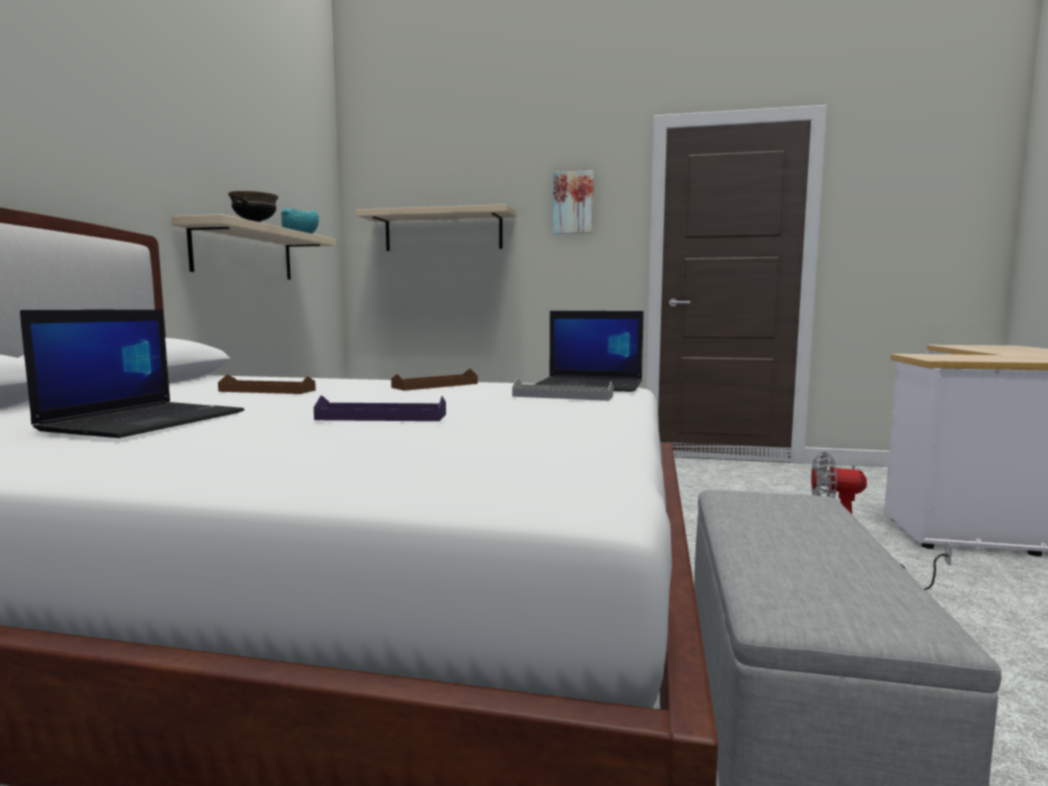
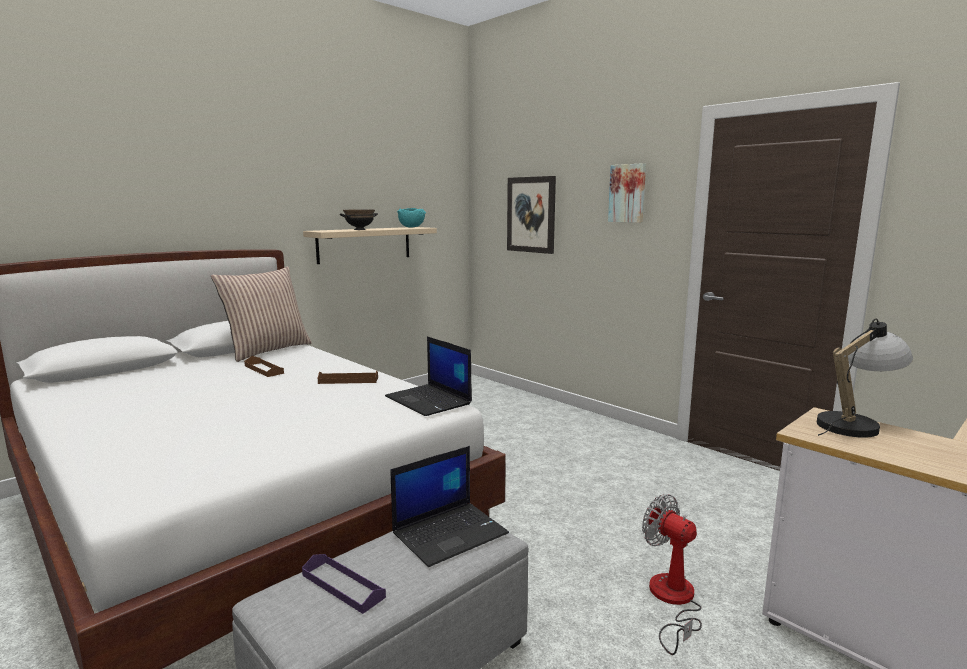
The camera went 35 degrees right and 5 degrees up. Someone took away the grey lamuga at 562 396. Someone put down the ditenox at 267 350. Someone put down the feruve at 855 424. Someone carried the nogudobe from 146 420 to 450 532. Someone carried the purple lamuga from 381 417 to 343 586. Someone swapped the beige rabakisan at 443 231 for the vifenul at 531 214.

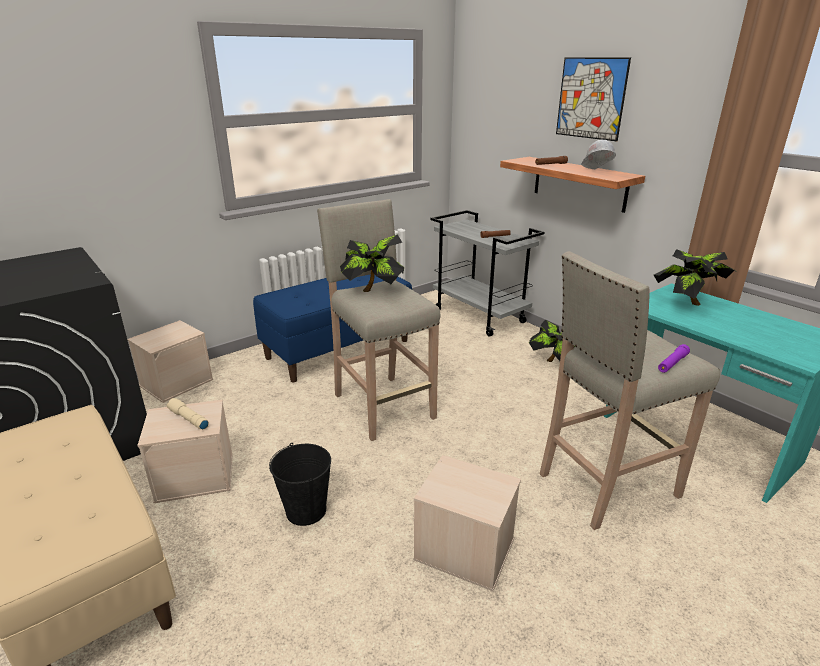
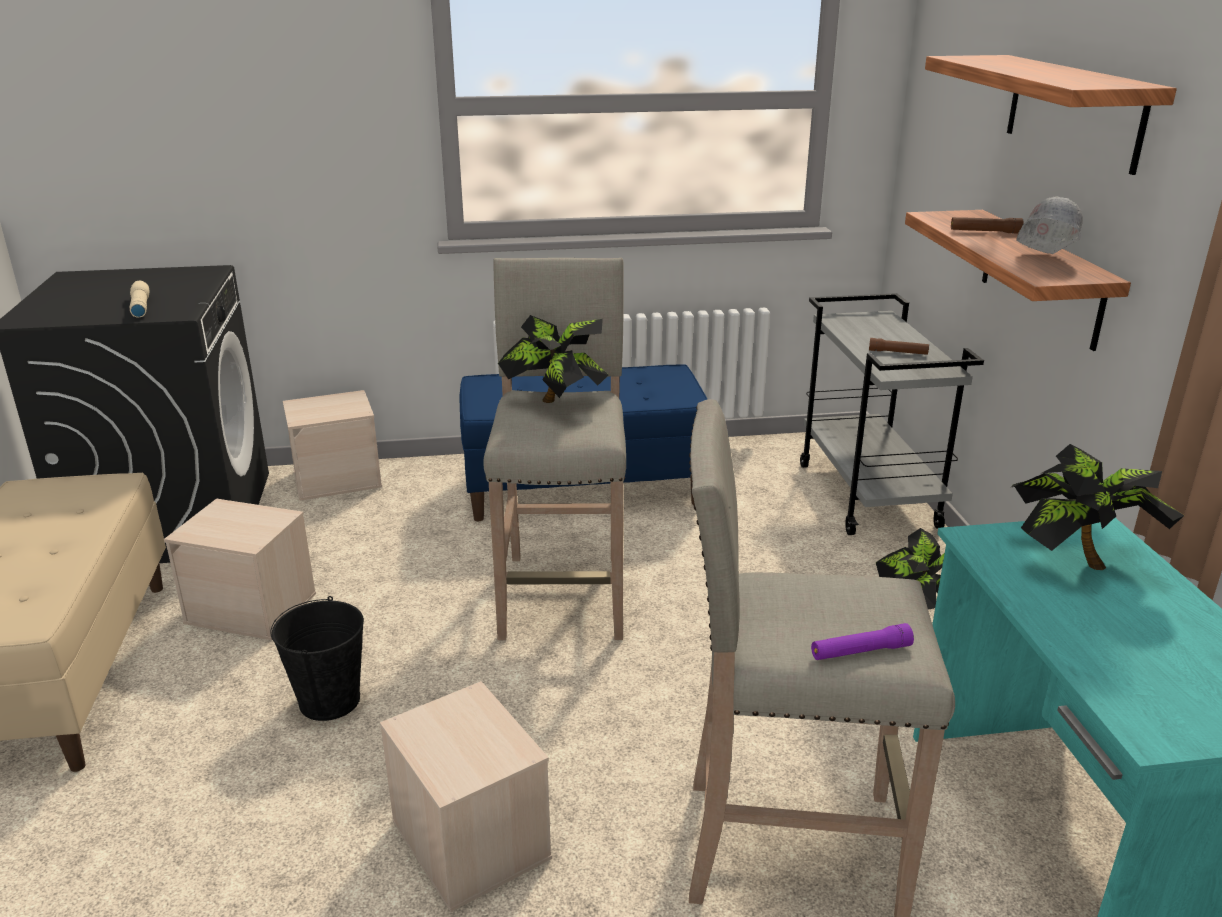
The camera went 30 degrees right and 0 degrees up. Someone carried the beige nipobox from 188 419 to 140 307. Someone swapped the vifenul at 591 98 for the rabakisan at 1073 111.

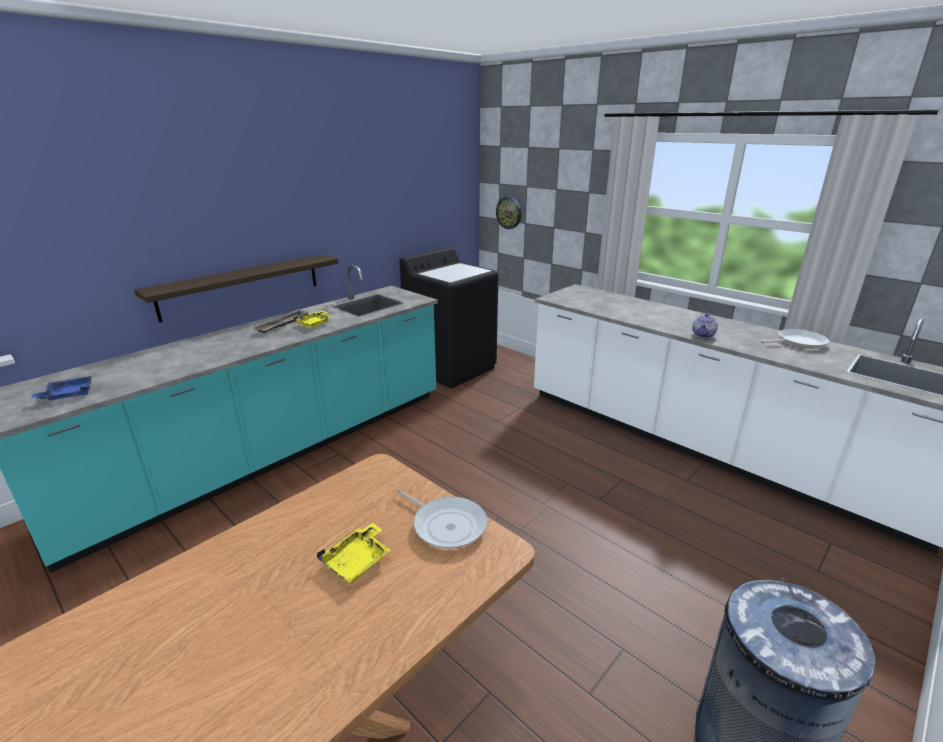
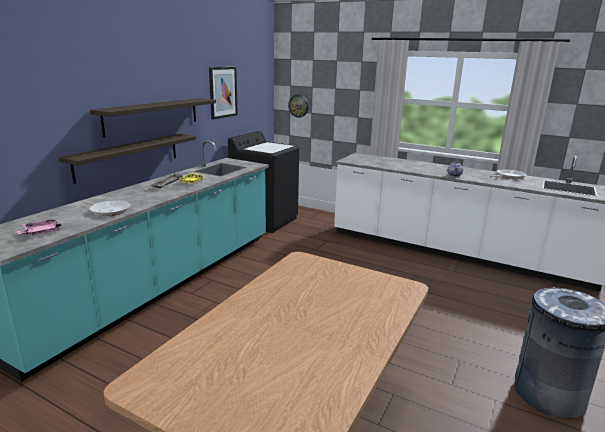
The camera went 15 degrees left and 5 degrees down. Someone took away the yellow lamuga at 357 561. Someone put up the rabakisan at 153 115. Someone put up the vifenul at 223 92. Someone carried the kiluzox from 446 525 to 109 210. Someone repainted the blue lamuga at 68 394, which became the pink lamuga at 41 232.

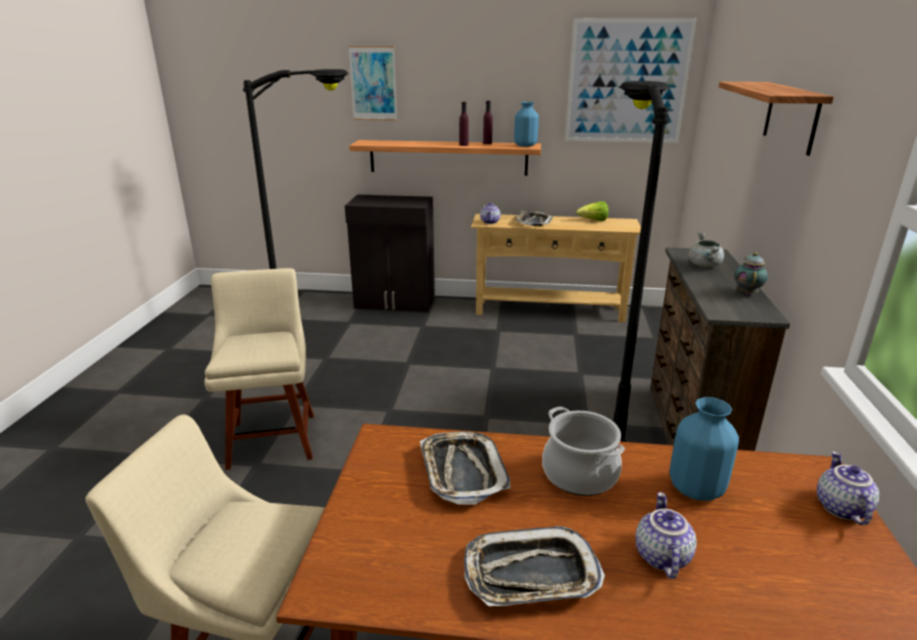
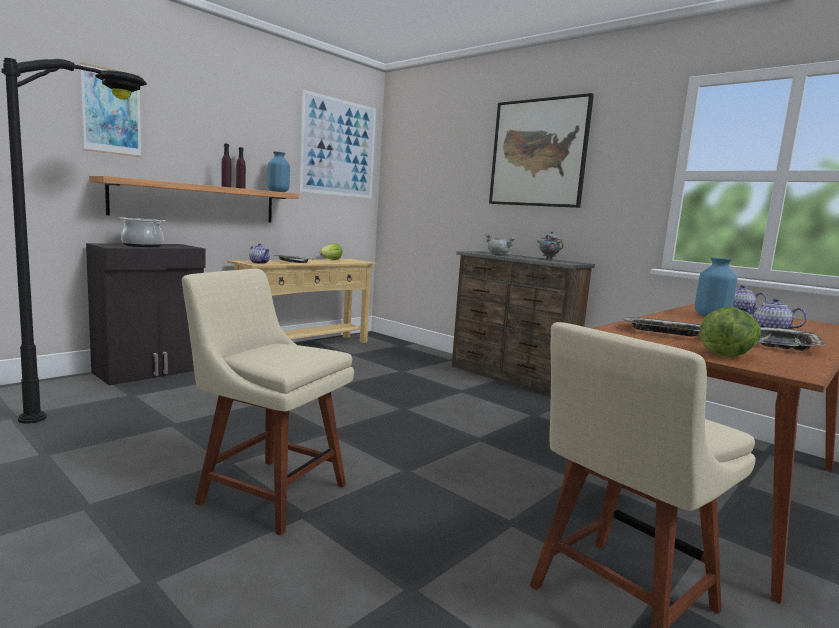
The camera went 55 degrees left and 15 degrees down. Someone took away the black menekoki at 609 408. Someone put down the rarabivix at 727 354. Someone carried the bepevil from 580 474 to 143 245. Someone swapped the rabakisan at 791 116 for the vifenul at 538 153.

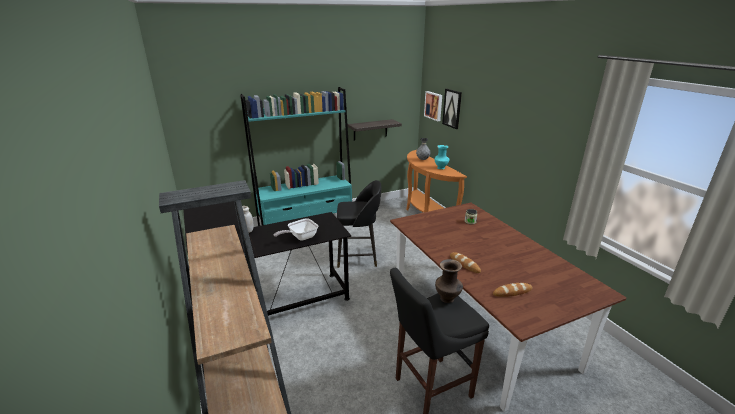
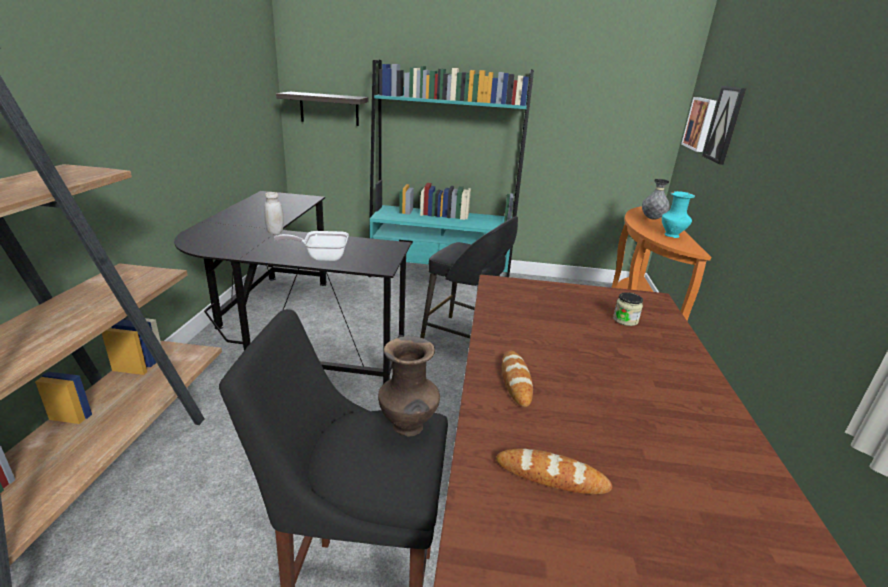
The camera went 30 degrees right and 0 degrees up. Someone carried the rabakisan from 370 130 to 329 109.

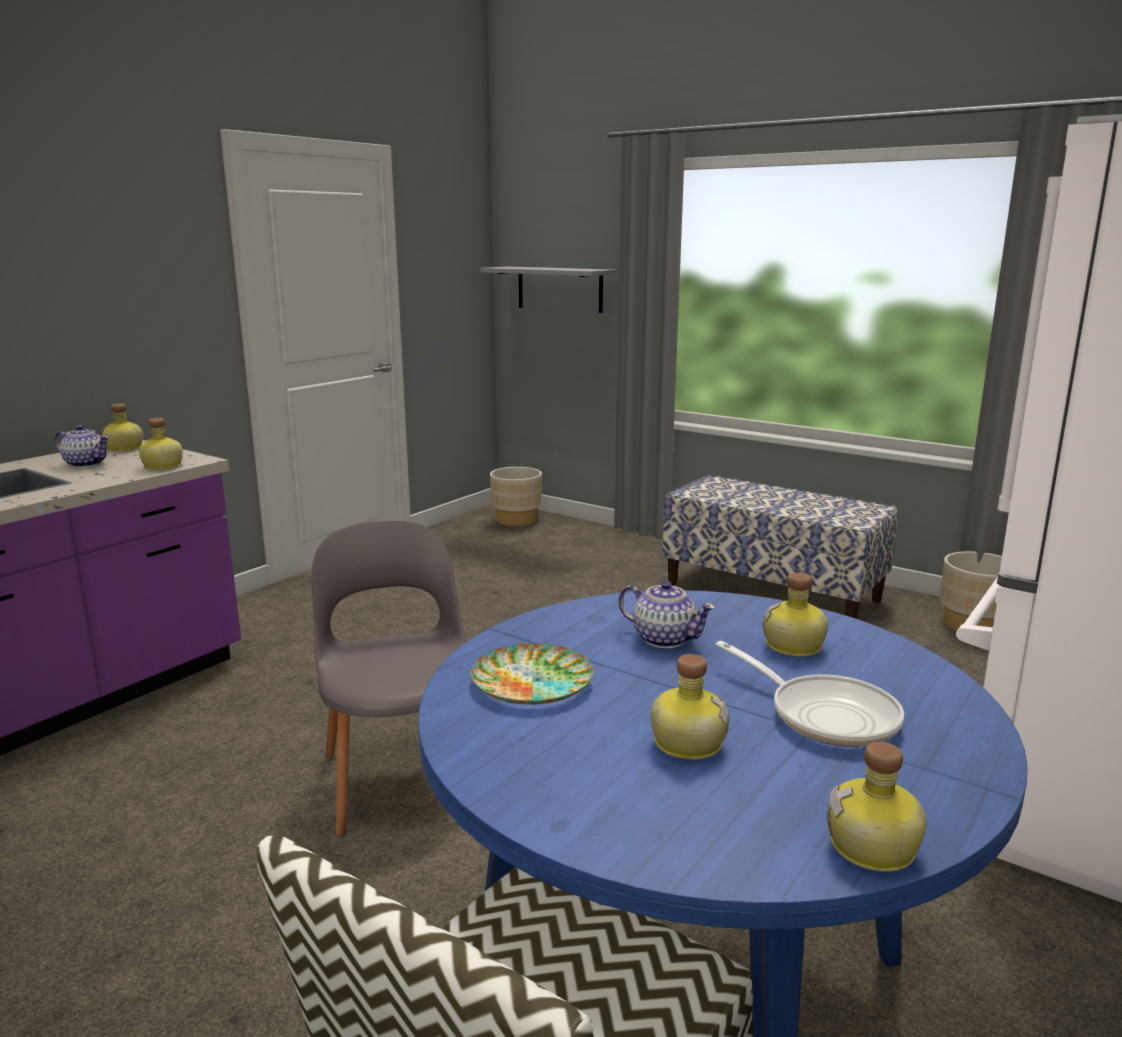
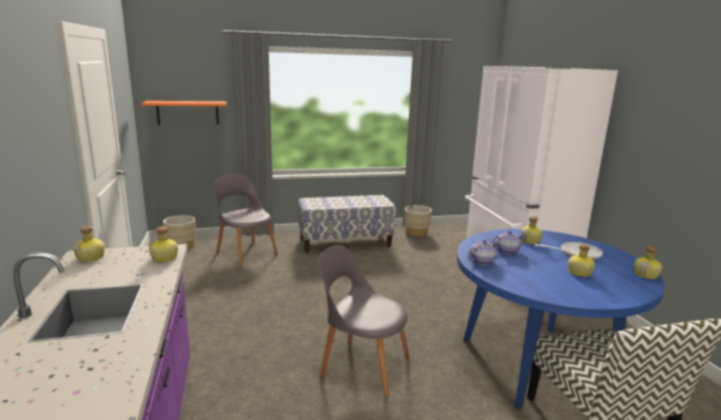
The camera went 50 degrees left and 0 degrees up. Someone took away the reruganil at 533 681. Someone put down the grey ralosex at 246 253. Someone carried the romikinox from 86 464 to 481 261. Someone repainted the grey rabakisan at 559 289, which became the orange rabakisan at 188 112.

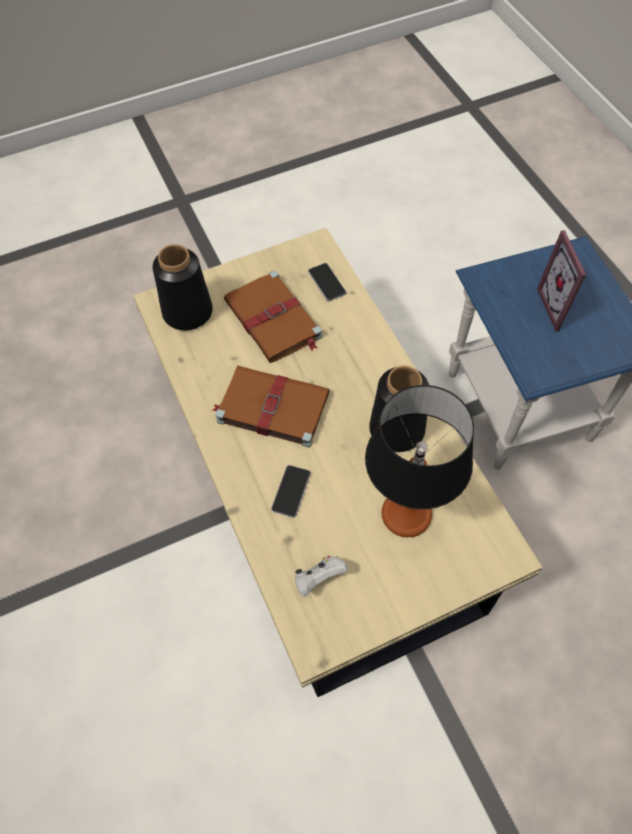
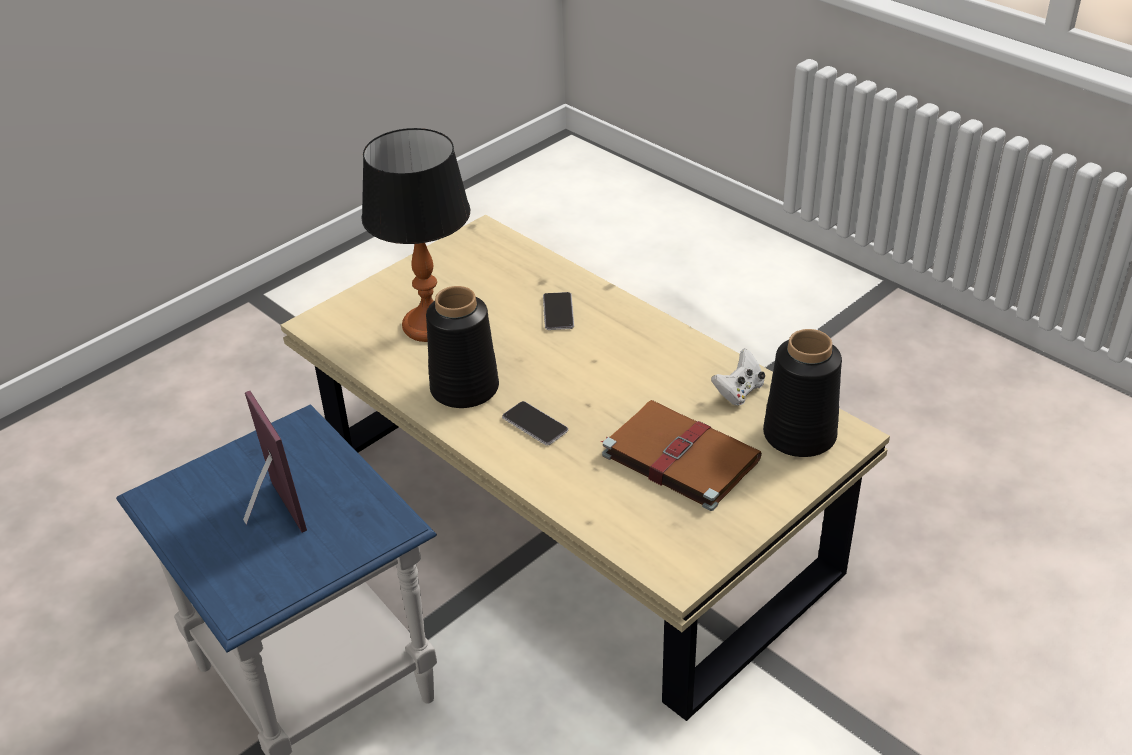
The camera went 160 degrees right and 20 degrees down. Someone took away the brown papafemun at 271 407. Someone carried the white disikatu from 319 579 to 739 392. Someone carried the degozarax from 326 283 to 535 424.

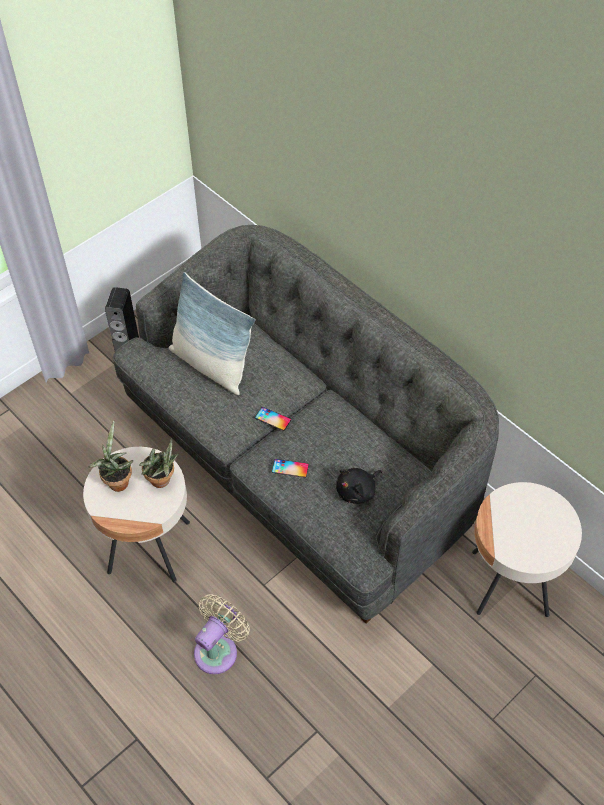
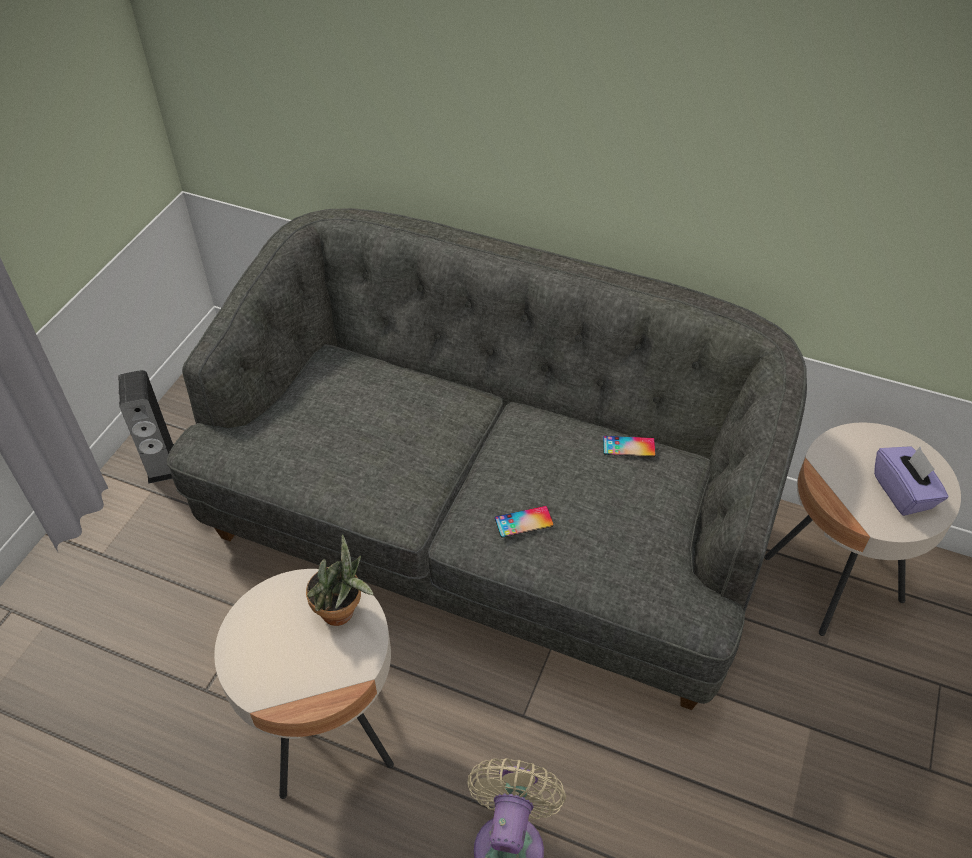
The camera went 25 degrees left and 5 degrees down. Someone took away the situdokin at 117 481. Someone took away the ditenox at 211 365. Someone took away the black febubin at 357 491. Someone put down the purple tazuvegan at 903 492. Someone carried the degozarax from 273 419 to 628 446.

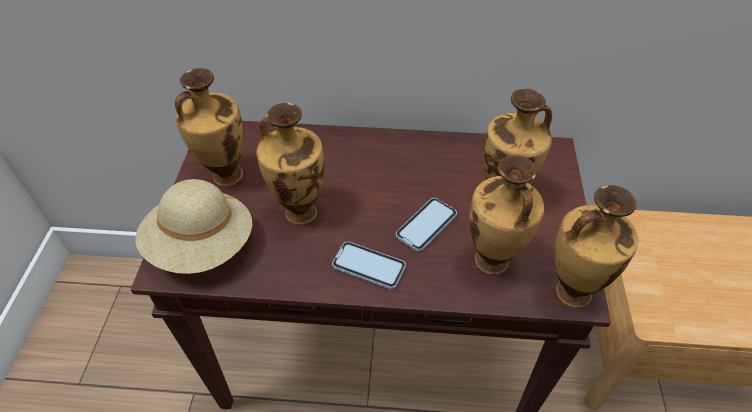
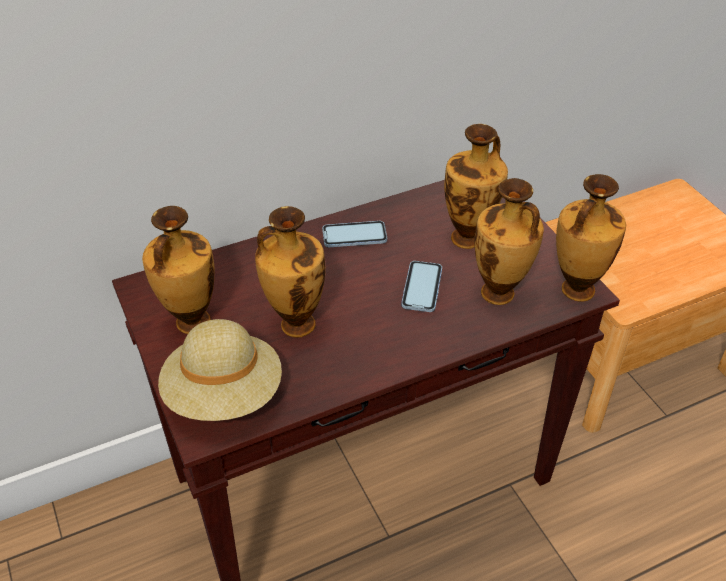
The camera went 30 degrees left and 5 degrees down. Someone carried the degozarax from 368 266 to 354 236.

